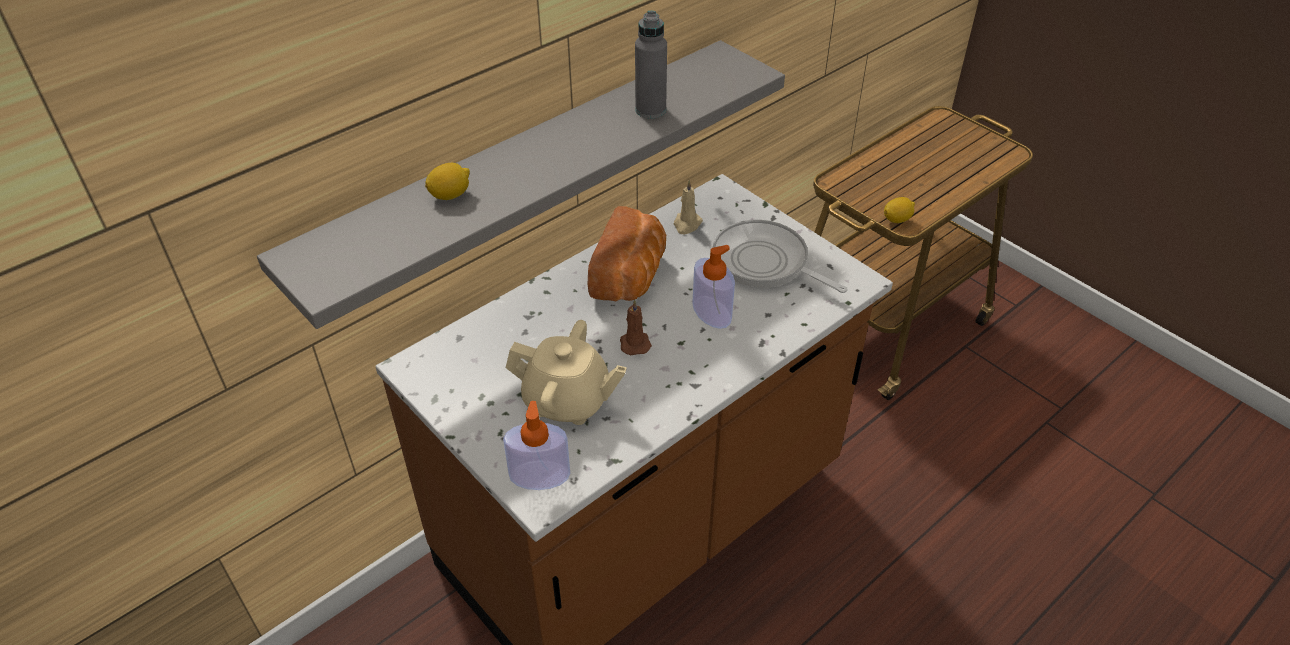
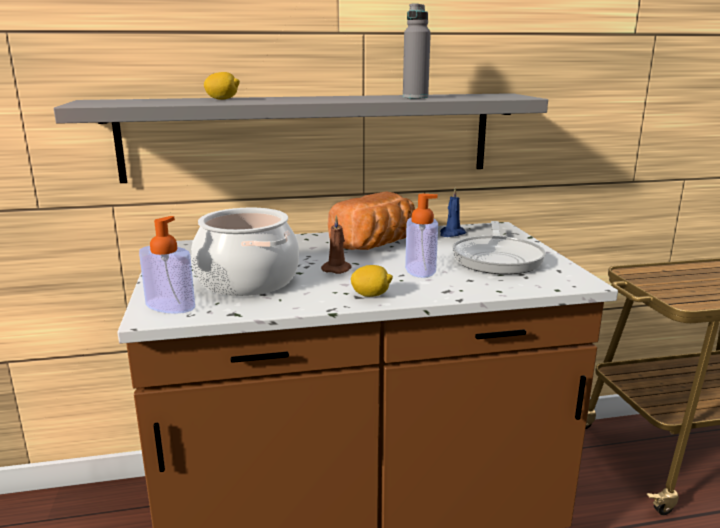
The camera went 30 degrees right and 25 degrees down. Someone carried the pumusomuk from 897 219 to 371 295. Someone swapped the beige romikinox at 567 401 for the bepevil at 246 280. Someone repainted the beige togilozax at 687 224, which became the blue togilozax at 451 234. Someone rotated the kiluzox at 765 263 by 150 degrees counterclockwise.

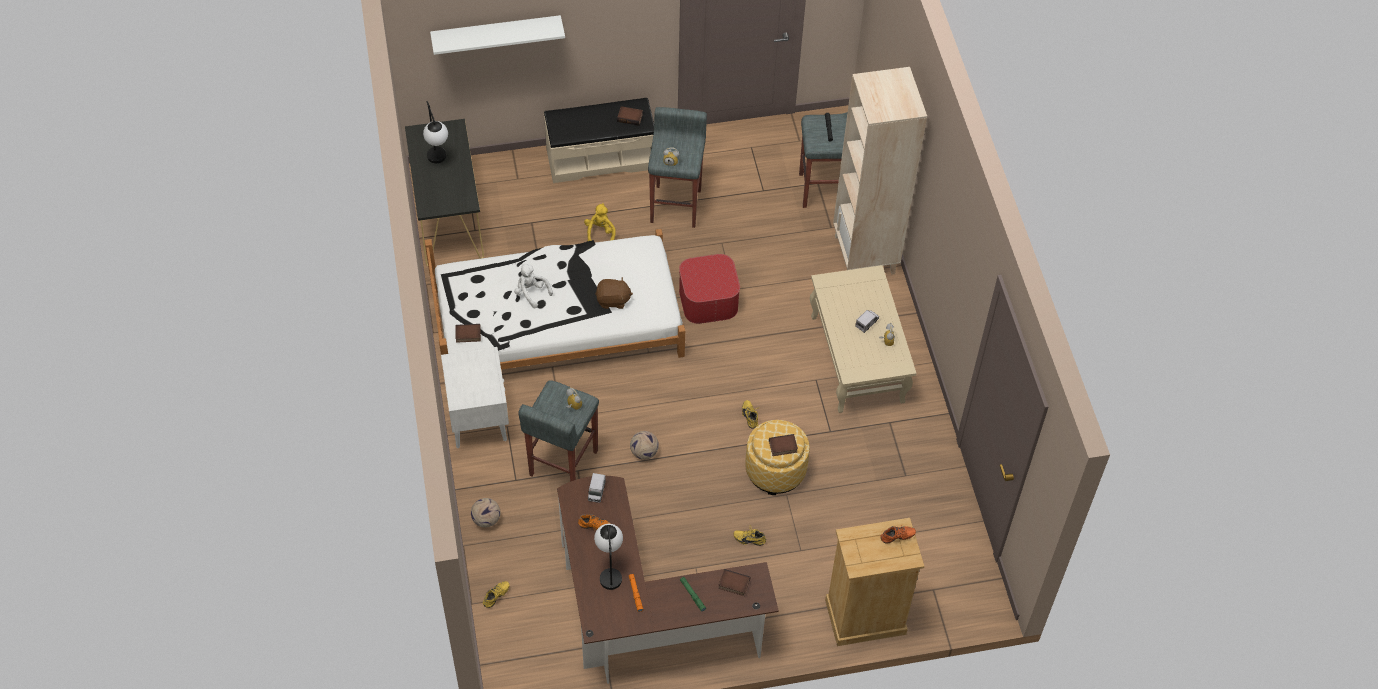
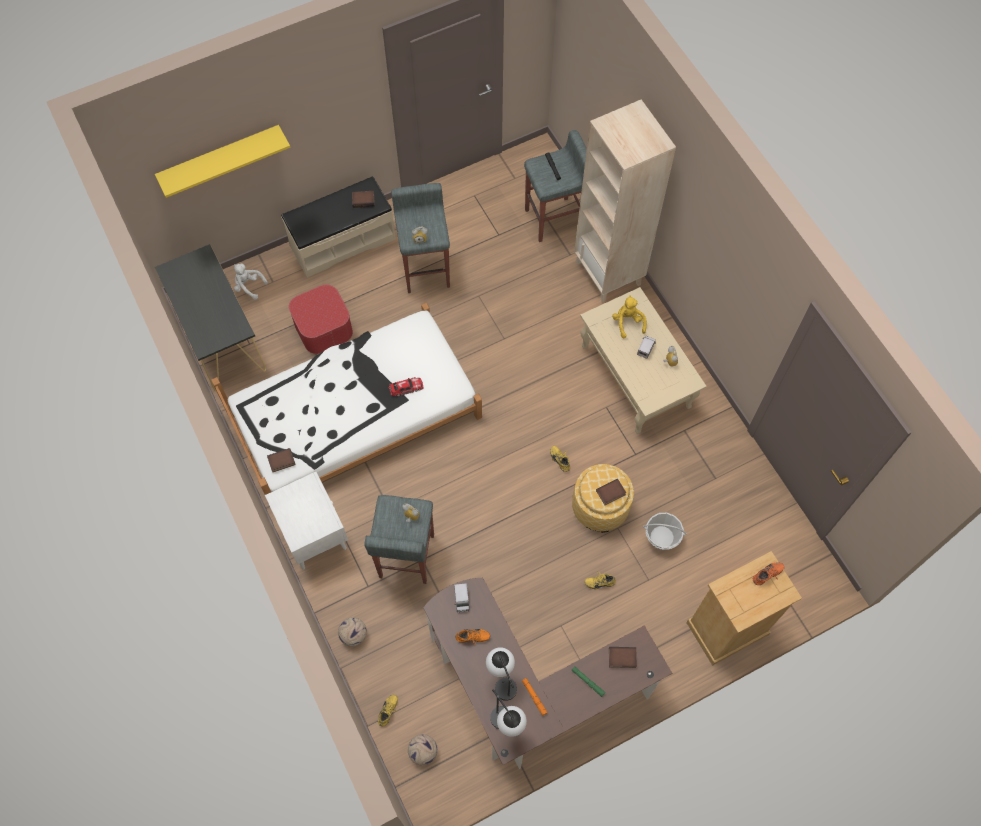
The camera went 15 degrees left and 10 degrees up. Someone put down the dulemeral at 661 537. Someone carried the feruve from 438 162 to 507 725. Someone carried the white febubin from 531 293 to 249 286. Someone carried the yellow febubin from 600 233 to 628 322. Someone carried the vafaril from 644 453 to 423 752. Someone carried the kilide from 708 299 to 323 327. Someone swapped the brown febubin at 613 300 for the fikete at 406 387. Someone repainted the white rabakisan at 496 33, which became the yellow rabakisan at 220 158.

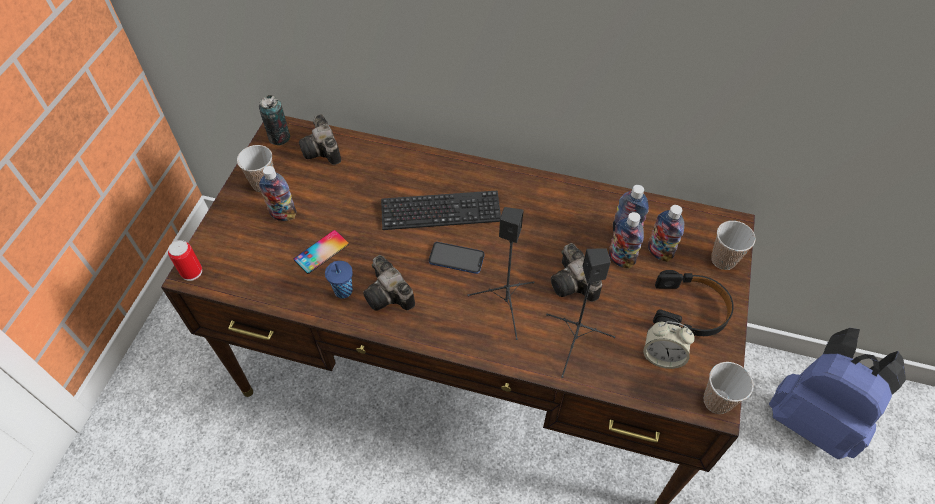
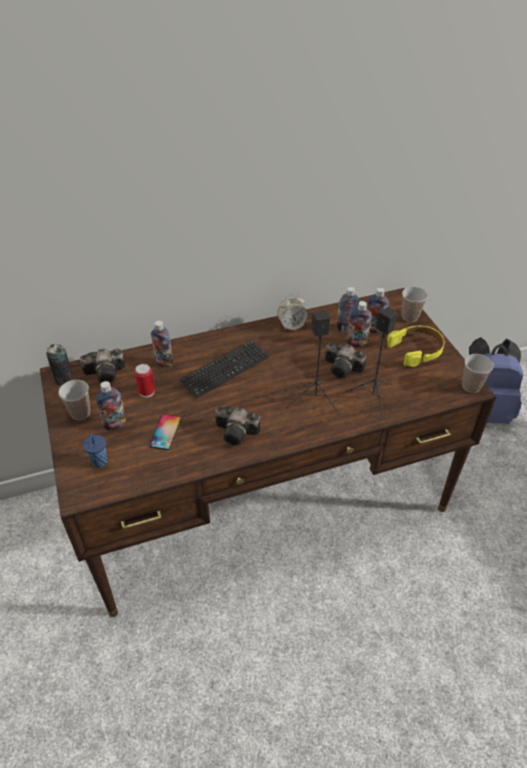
The camera went 35 degrees left and 10 degrees down. Someone took away the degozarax at 456 258. Someone put down the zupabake at 164 363. Someone carried the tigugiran from 191 272 to 147 391. Someone carried the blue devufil from 342 291 to 99 462. Someone carried the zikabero from 662 356 to 291 325. Someone repainted the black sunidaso at 690 310, which became the yellow sunidaso at 416 349. Someone rotated the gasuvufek at 323 151 by 45 degrees counterclockwise.

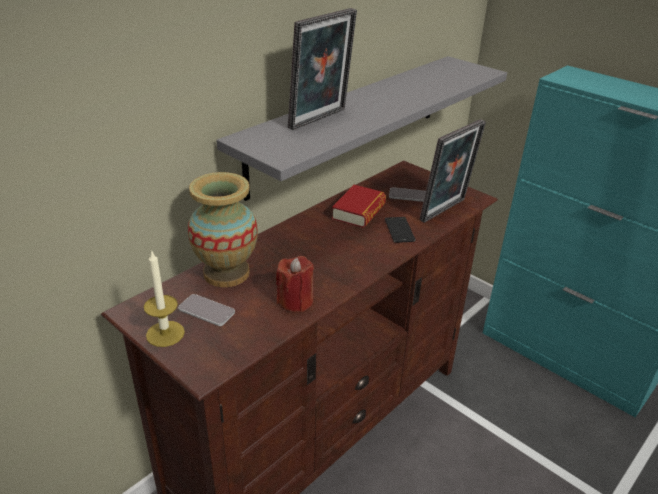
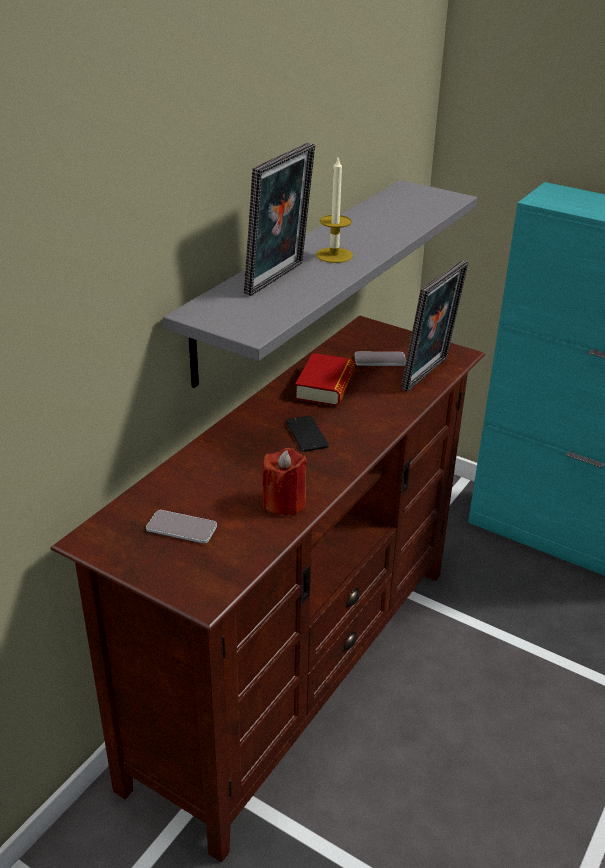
The camera went 10 degrees left and 0 degrees up. Someone took away the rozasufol at 226 273. Someone carried the togilozax from 165 333 to 334 255. Someone carried the degozarax from 399 230 to 306 434.

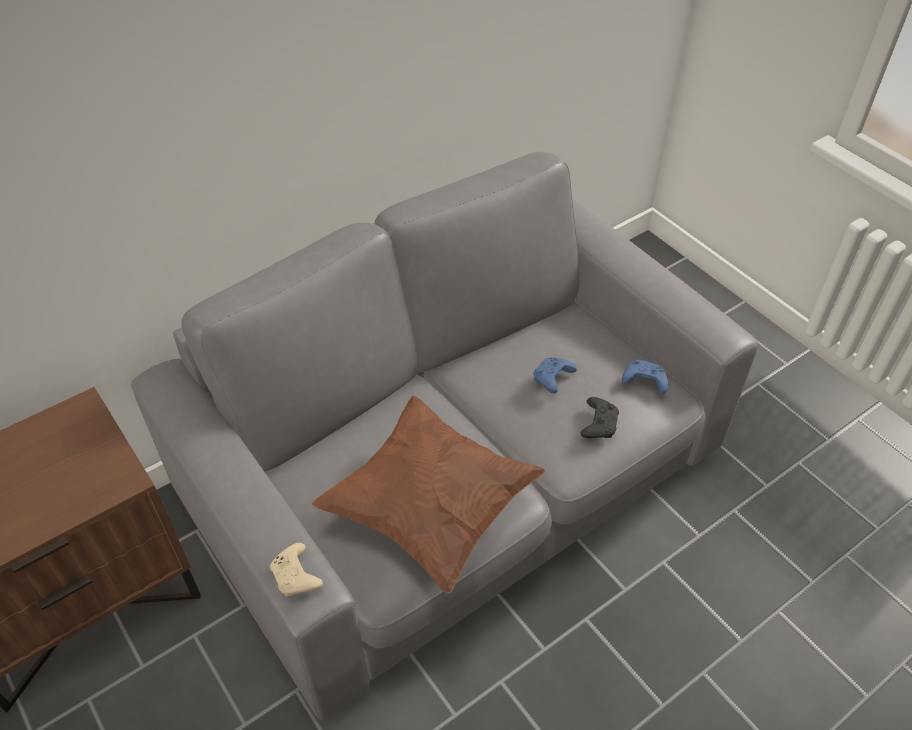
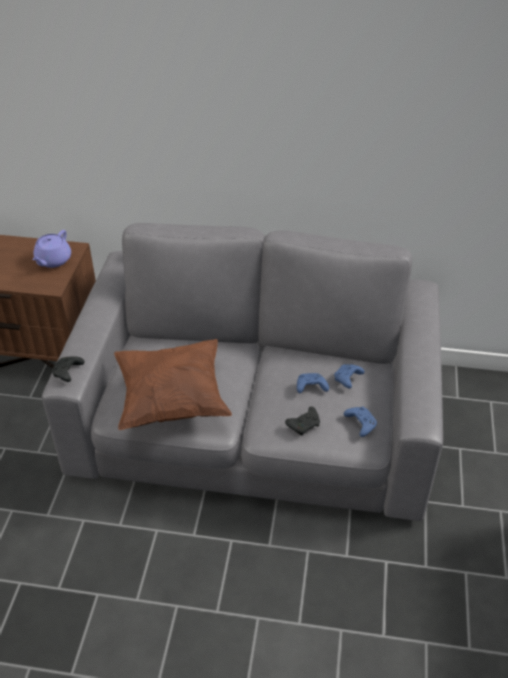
The camera went 45 degrees right and 5 degrees down. Someone put down the purple romikinox at 53 260. Someone put down the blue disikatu at 347 379. Someone repainted the beige disikatu at 297 577, which became the black disikatu at 68 372.

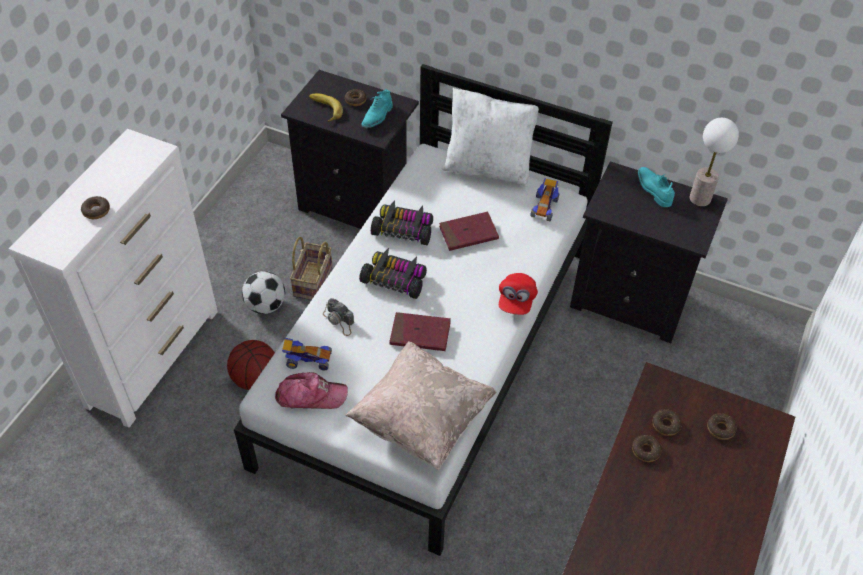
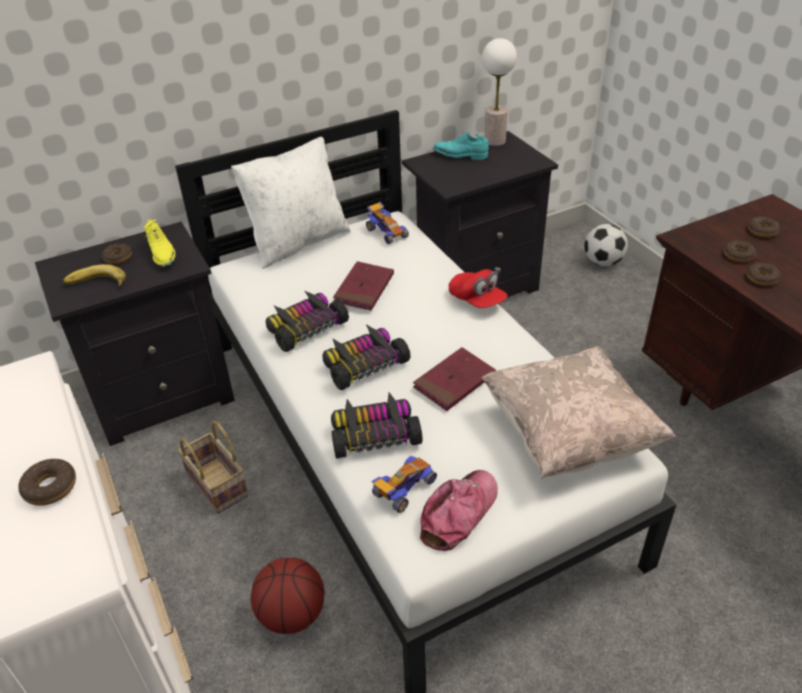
The camera went 50 degrees left and 10 degrees down. Someone carried the vafaril from 266 305 to 603 262. Someone swapped the gasuvufek at 339 320 for the fikete at 374 435. Someone repainted the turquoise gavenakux at 377 117, which became the yellow gavenakux at 162 254.

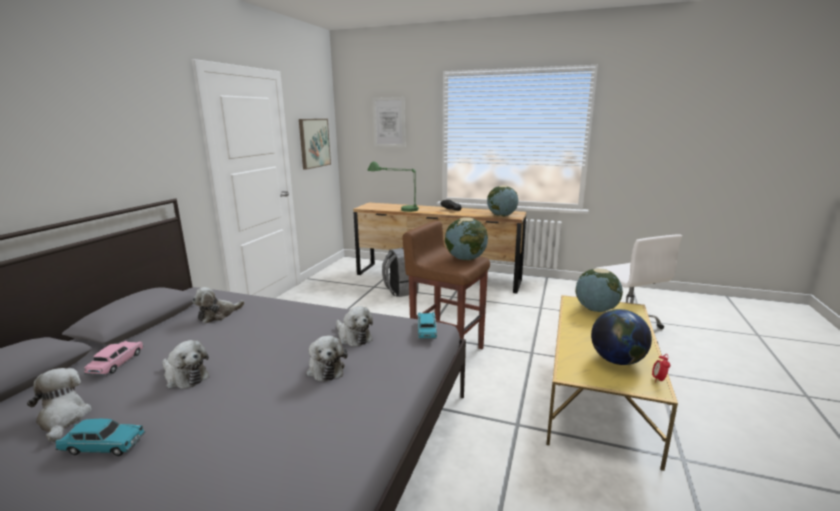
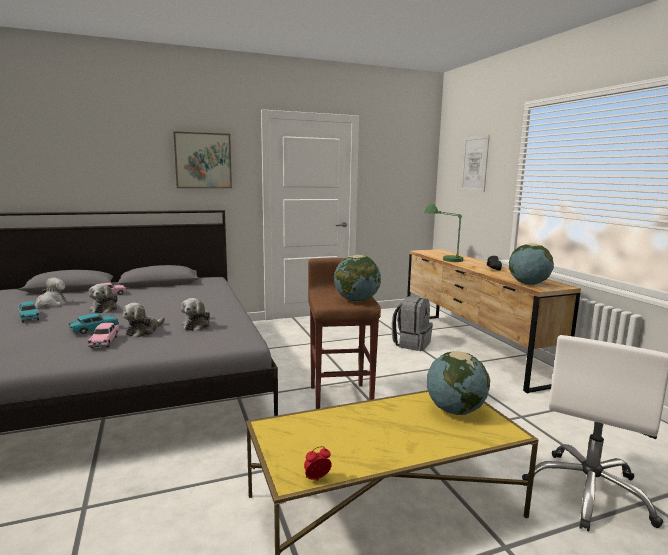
The camera went 50 degrees right and 5 degrees down. Someone took away the febubin at 218 315. Someone took away the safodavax at 617 360. Someone put down the pink fikete at 104 342. Someone carried the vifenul from 314 143 to 203 160. Someone carried the turquoise fikete from 426 331 to 94 329.

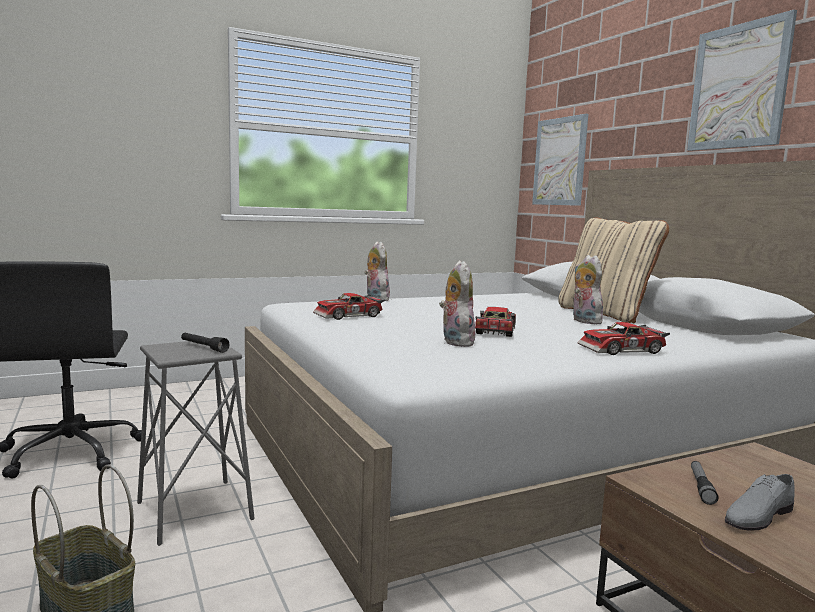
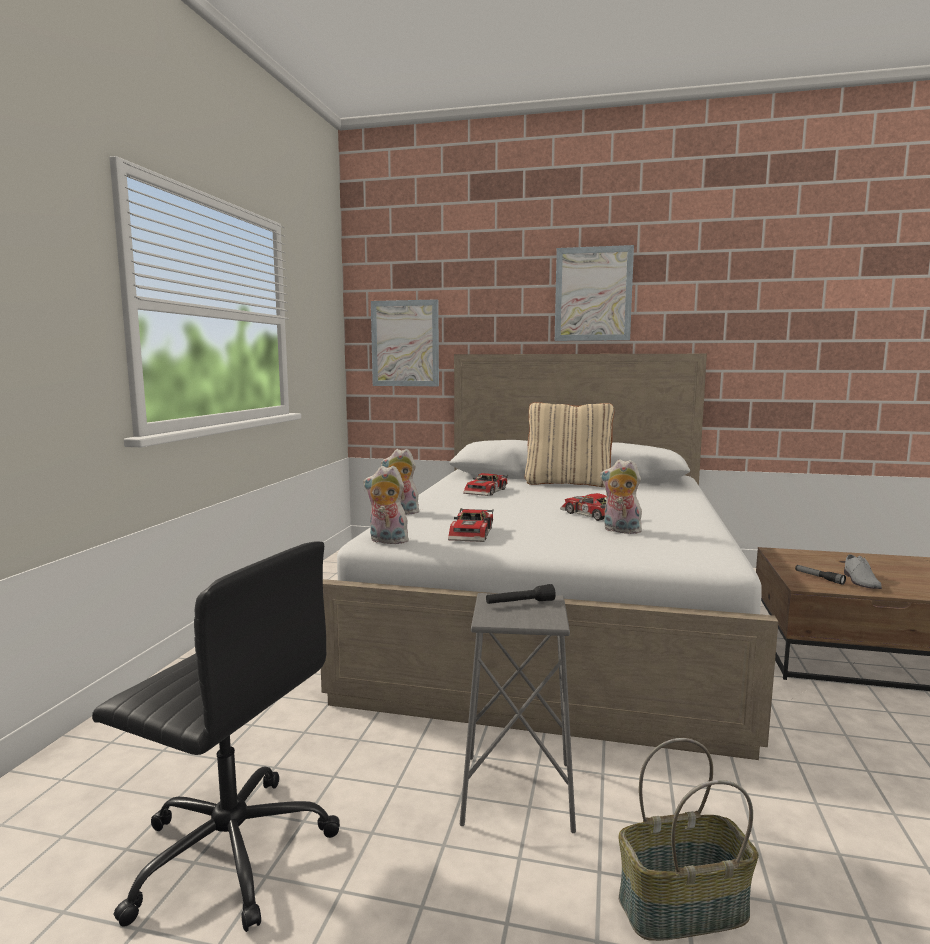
The camera went 50 degrees left and 0 degrees up. Someone carried the febubin from 583 321 to 386 541. Someone carried the fikete from 623 350 to 487 491.

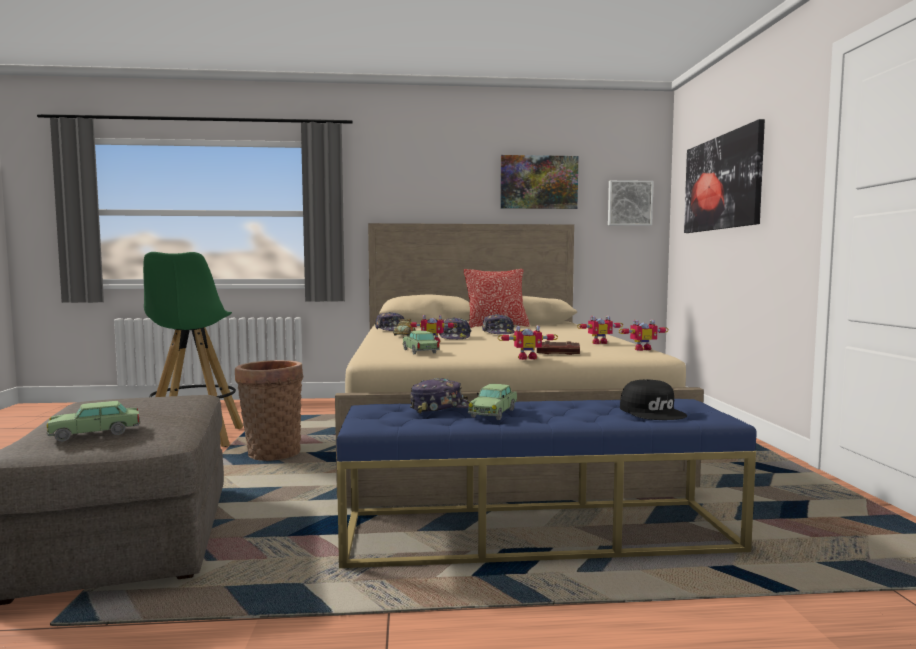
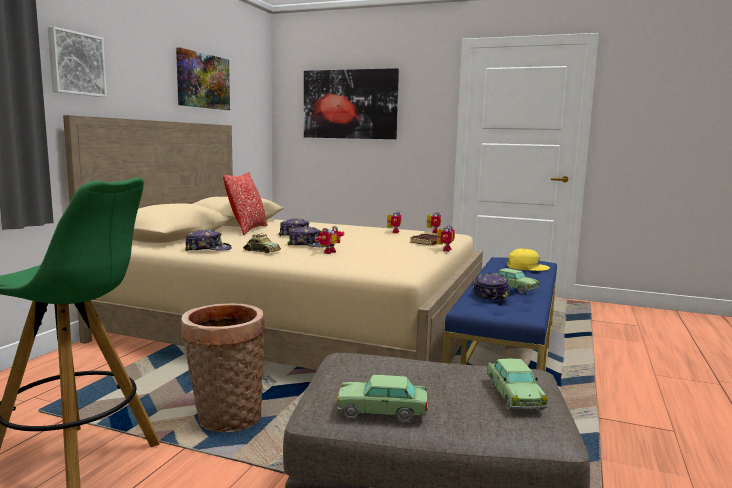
The camera went 65 degrees left and 5 degrees up. Someone carried the fikete from 420 351 to 382 411. Someone carried the vifenul from 629 203 to 76 64. Someone repainted the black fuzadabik at 653 412, which became the yellow fuzadabik at 527 267.

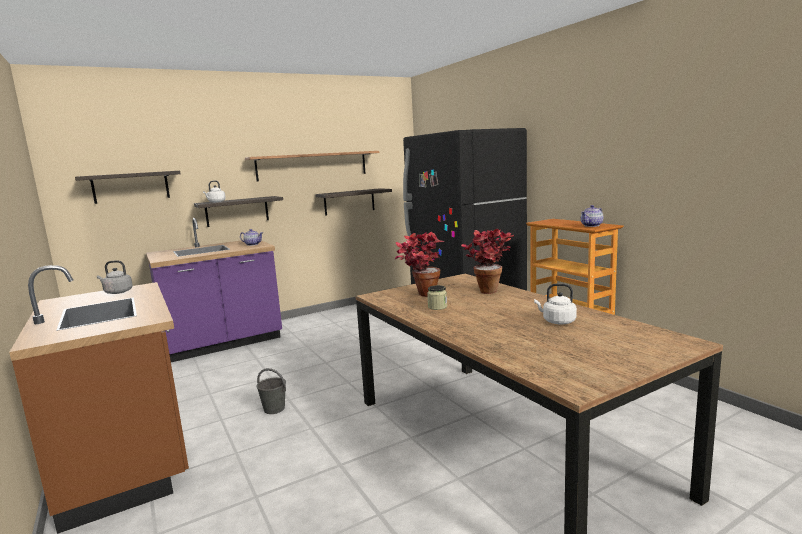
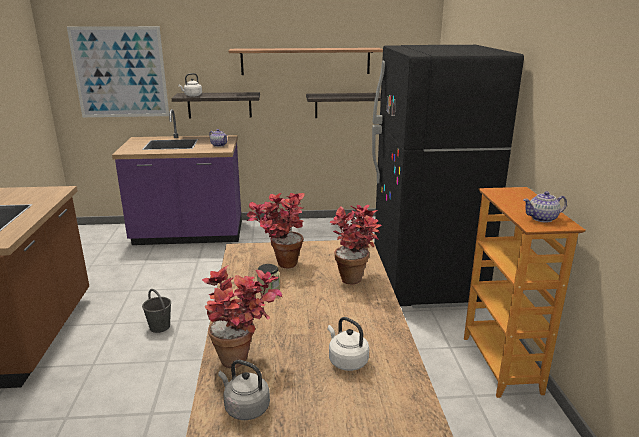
The camera went 25 degrees right and 10 degrees up. Someone put down the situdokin at 244 359. Someone carried the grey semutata from 117 292 to 245 408. Someone swapped the rabakisan at 131 187 for the vifenul at 120 72.

